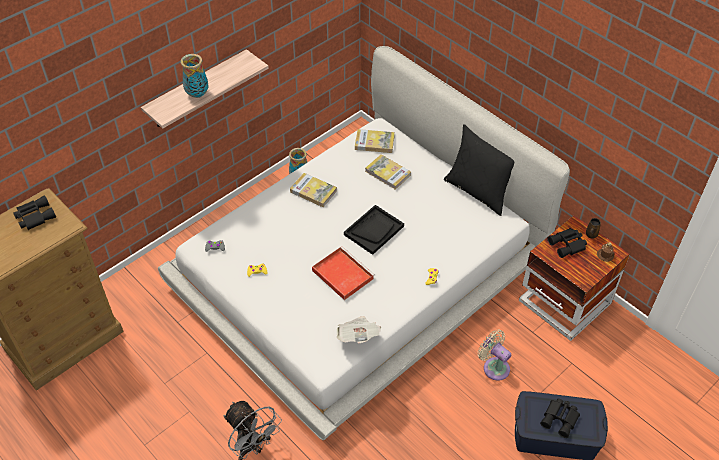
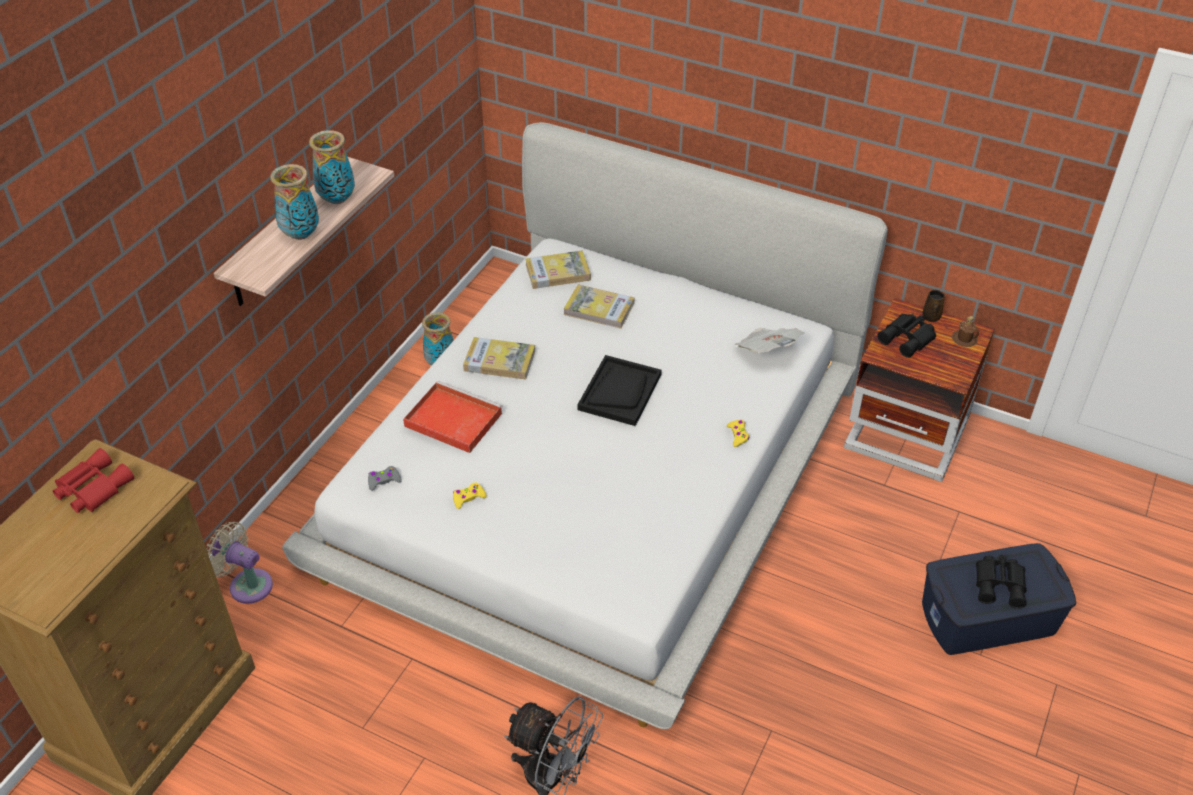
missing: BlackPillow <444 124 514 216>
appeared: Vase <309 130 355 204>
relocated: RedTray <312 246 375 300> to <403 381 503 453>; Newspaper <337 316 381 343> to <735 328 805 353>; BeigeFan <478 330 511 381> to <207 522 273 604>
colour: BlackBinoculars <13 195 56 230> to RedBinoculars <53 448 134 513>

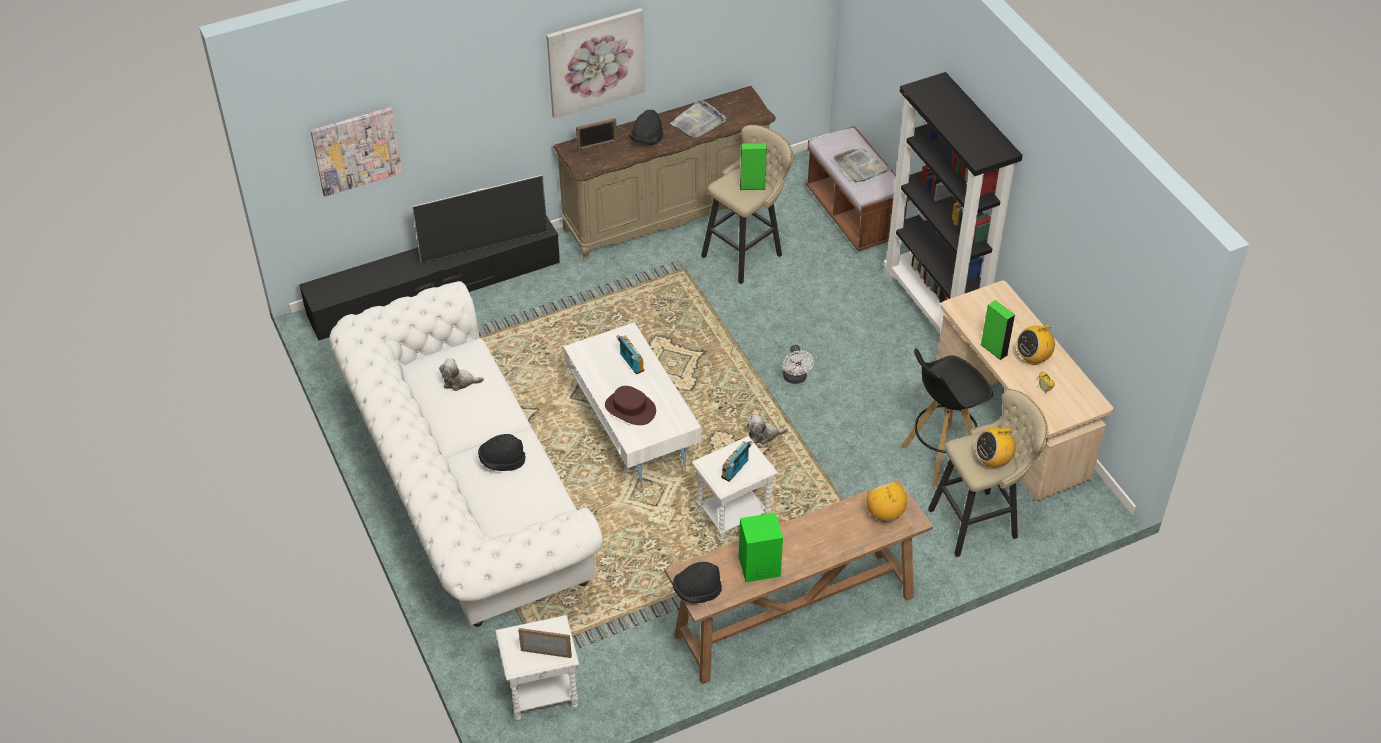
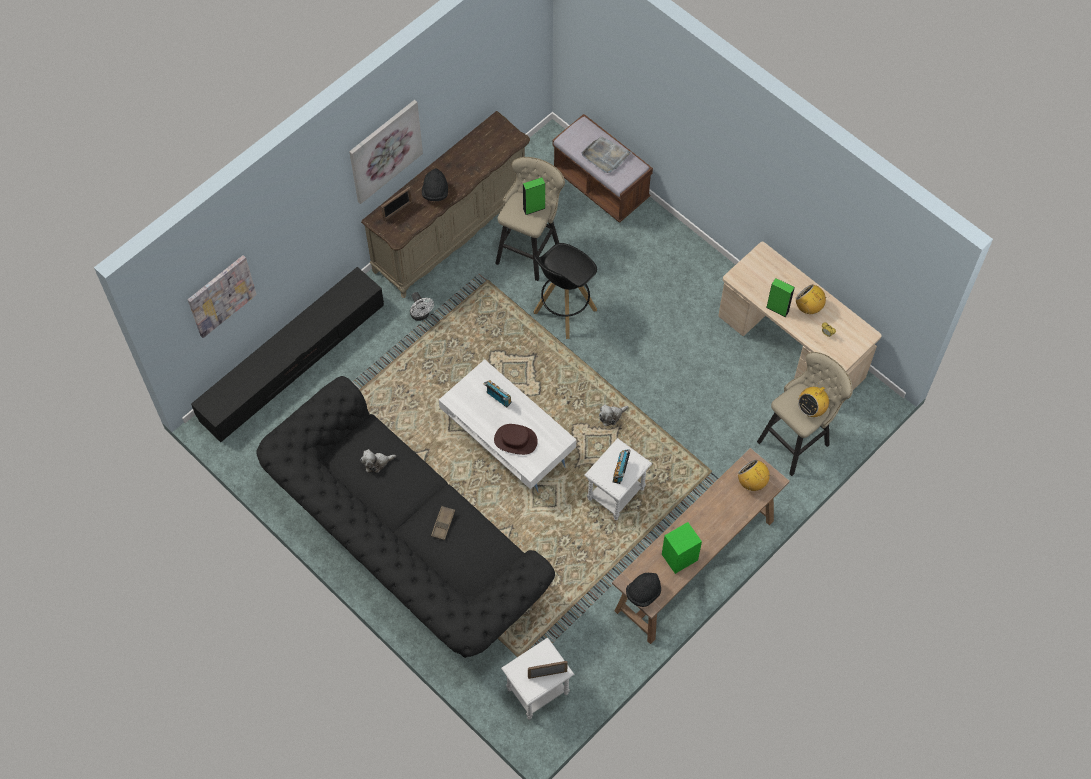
missing: Television <412 175 547 263>; GreyTray <670 99 726 139>; BlackBookcase <883 72 1023 334>
relocated: WhiteFan <782 345 814 384> to <410 292 434 321>; BlackStool <902 348 993 486> to <534 243 597 339>
exchanged: BlackHat <478 434 526 471> to BrownTray <431 506 455 540>
colour: WhiteSofa <329 281 603 627> to BlackSofa <257 376 555 658>
spun: Radio <1016 320 1055 365> = <796 284 827 314> 90 degrees clockwise

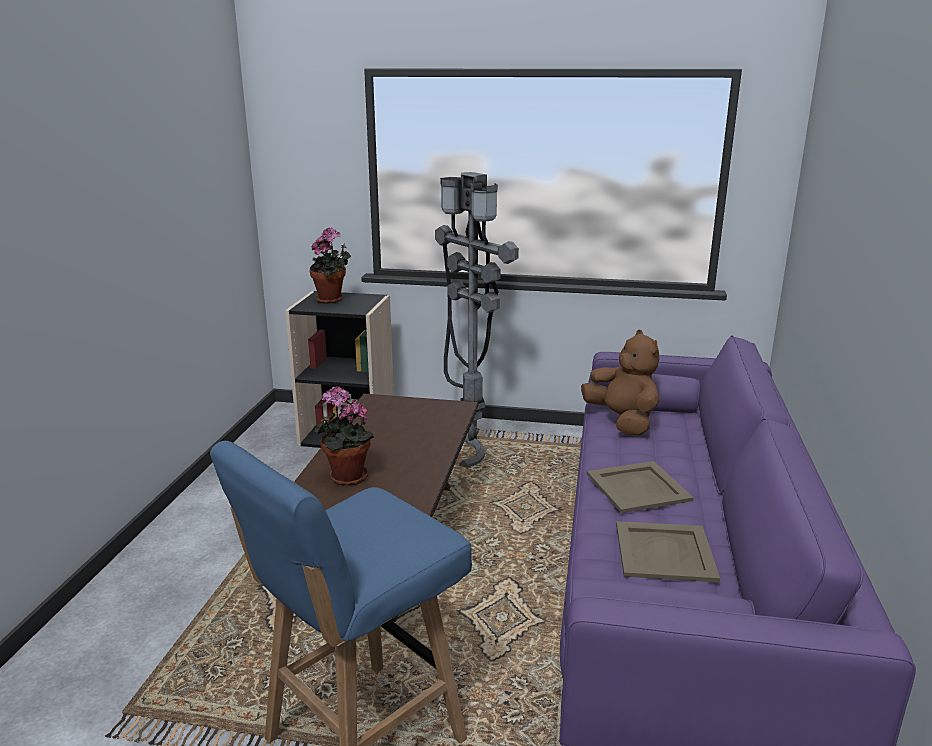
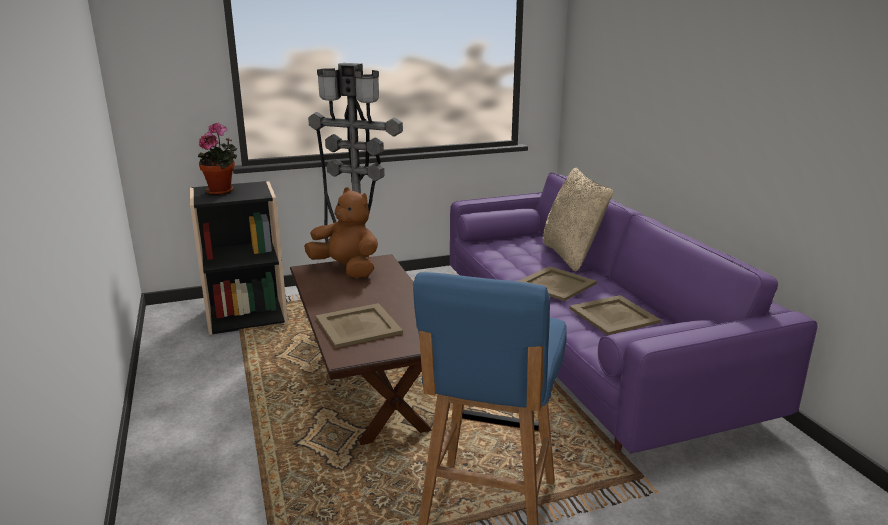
appeared: BeigePillow <542 168 614 271>
relocated: BrownPlushToy <581 330 659 436> to <304 187 378 278>
exchanged: PottedPlant <314 386 374 486> to BeigeTray <315 303 403 348>

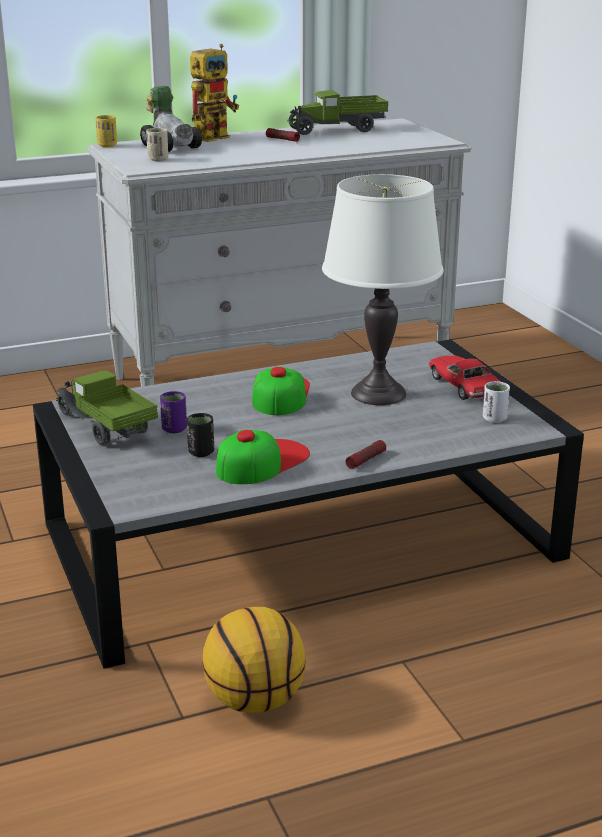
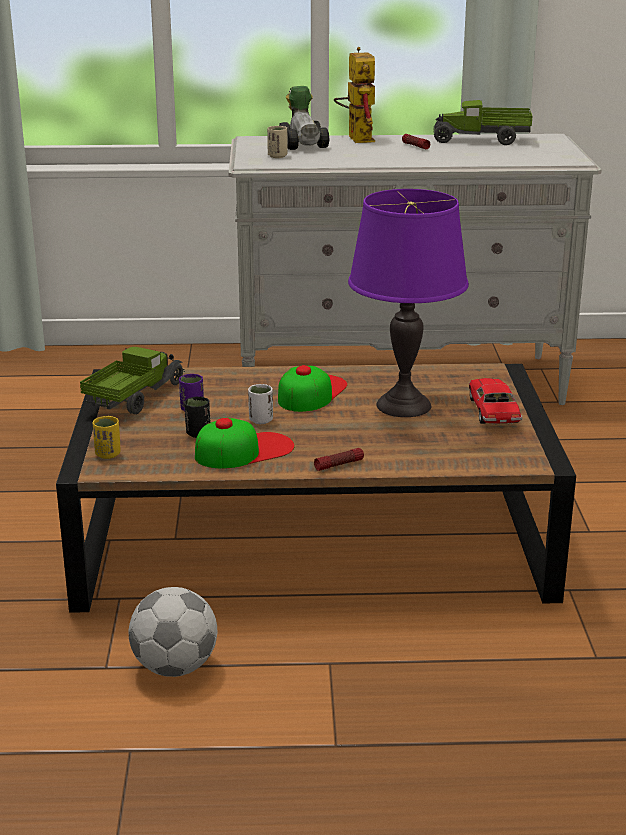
relocated: YellowCup <96 115 117 147> to <93 416 121 459>; WhiteCup <483 381 510 423> to <248 384 273 424>
exchanged: Basketball <203 607 306 713> to Football <128 587 218 677>
colour: GreyCoffeeTable <33 339 584 669> to BrownCoffeeTable <56 363 576 613>; WhiteTableLamp <322 174 444 405> to PurpleTableLamp <348 189 469 417>
spun: ToyTruck <56 370 158 445> = <80 347 185 414> 45 degrees clockwise; ToyRobot <190 44 239 142> = <334 47 375 143> 75 degrees counterclockwise

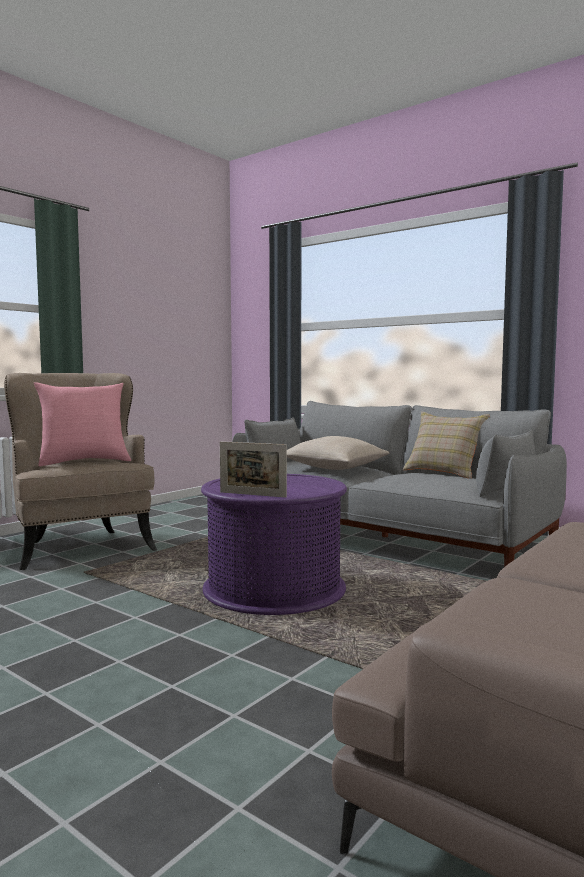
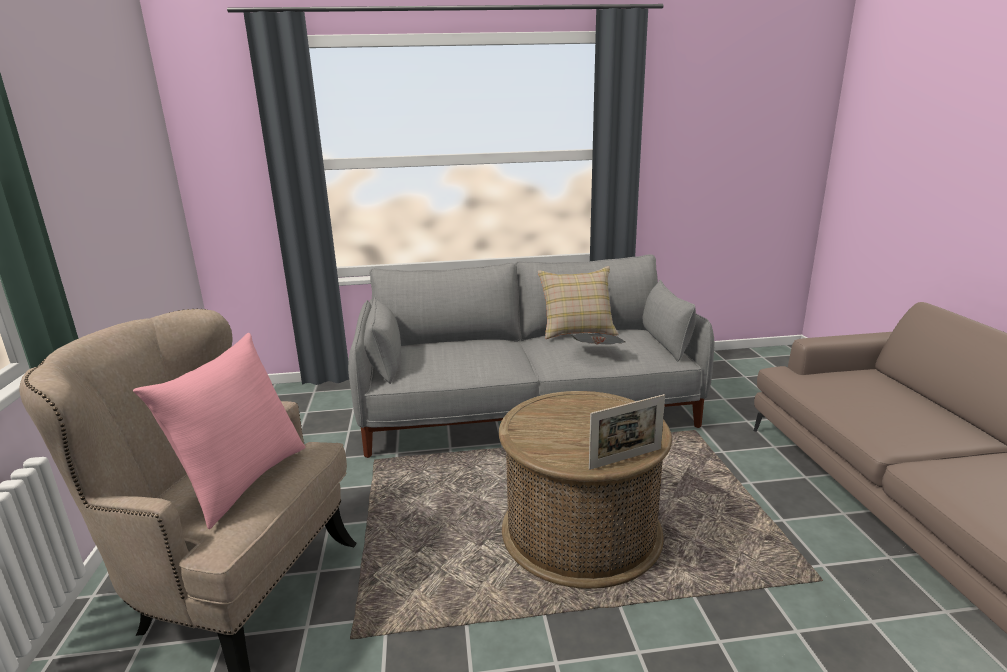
missing: BeigePillow <287 436 390 470>
appeared: Newspaper <570 333 625 345>
colour: PurpleCoffeeTable <201 474 347 615> to BrownCoffeeTable <499 391 672 589>

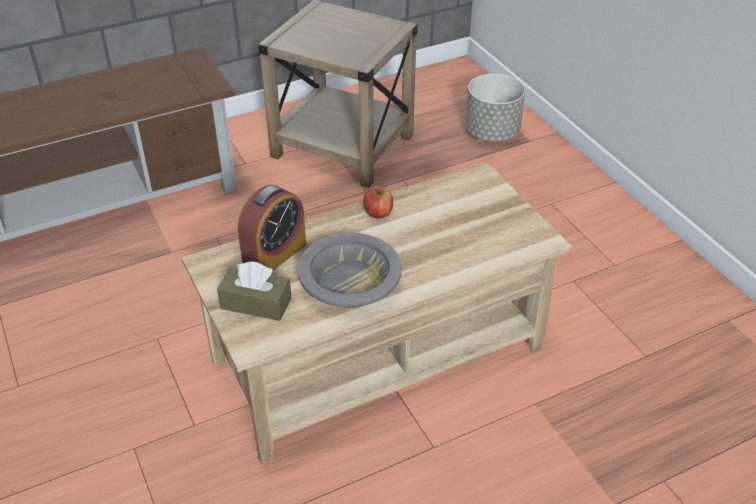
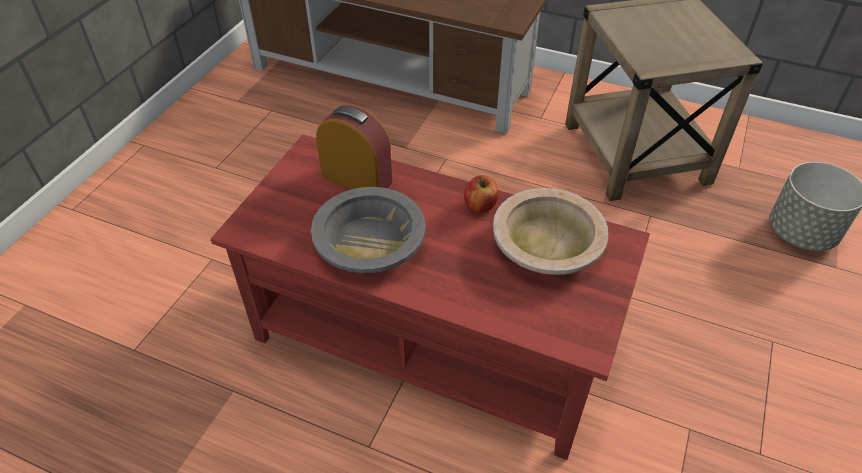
missing: BrownTissueBox <217 261 292 321>
appeared: BeigeBowl <493 188 609 275>
colour: BeigeCoffeeTable <182 162 571 464> to RedCoffeeTable <211 135 650 460>
spun: AlarmClock <238 185 306 271> = <316 105 393 189> 150 degrees counterclockwise

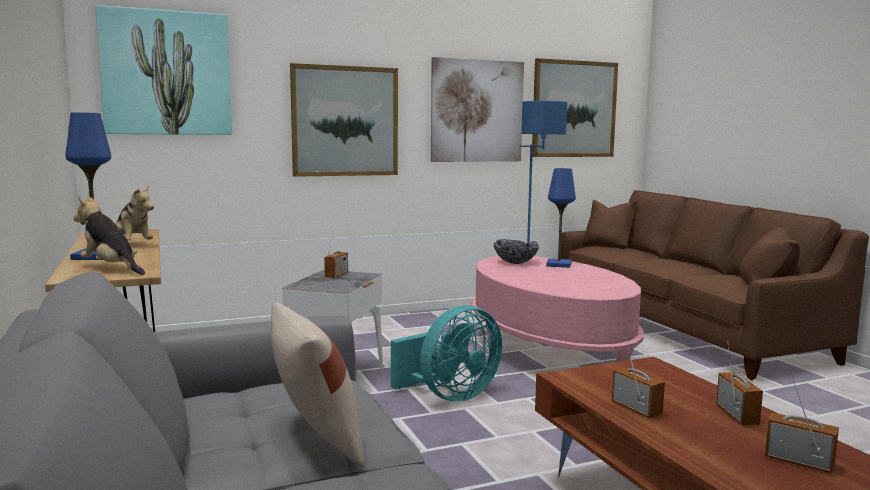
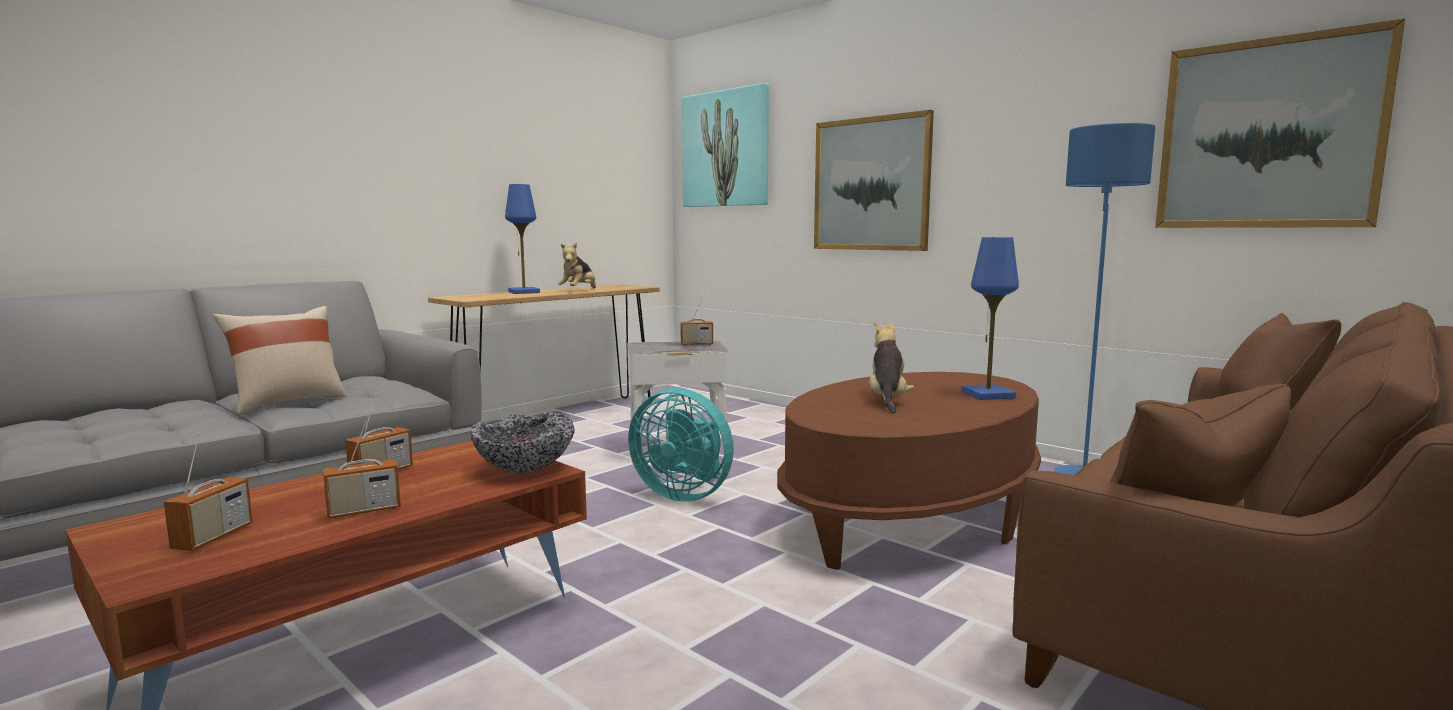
missing: Picture <431 57 524 162>
relocated: PlushToy <73 196 145 275> to <869 322 914 414>; Bowl <494 239 539 264> to <471 412 575 473>
colour: PinkCoffeeTable <472 256 644 362> to BrownCoffeeTable <777 372 1041 570>

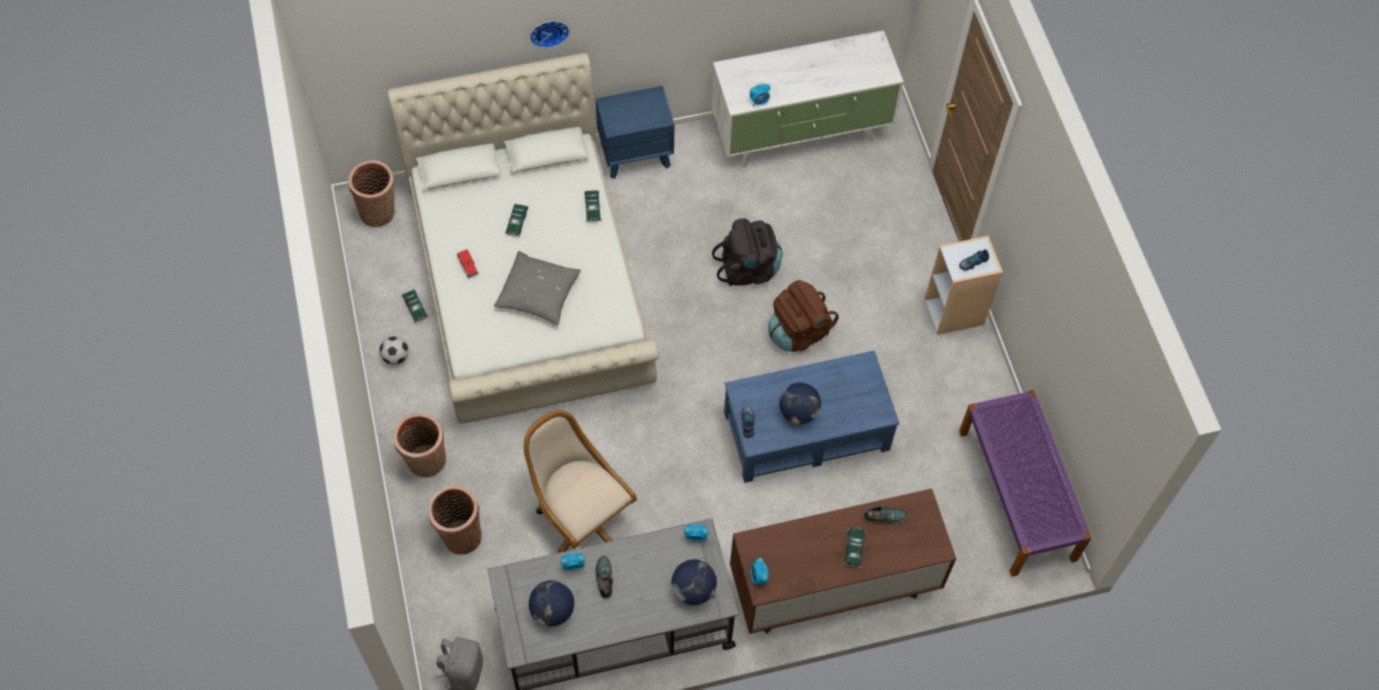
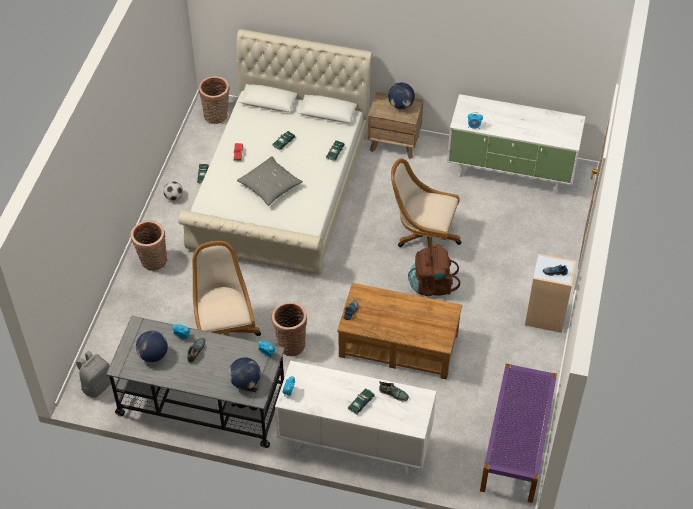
missing: WallClock <530 21 569 48>
relocated: Basket <428 485 482 555> to <272 302 307 356>; Globe <779 382 821 424> to <388 83 415 109>
exchanged: BlackBackpack <712 218 783 286> to OfficeChair <391 159 461 249>
colour: BlueNightstand <596 86 674 179> to BrownNightstand <368 92 423 159>; BlueCoffeeTable <724 350 900 483> to BrownCoffeeTable <337 283 462 380>; BrownDresser <730 488 956 634> to WhiteDresser <275 360 436 474>

